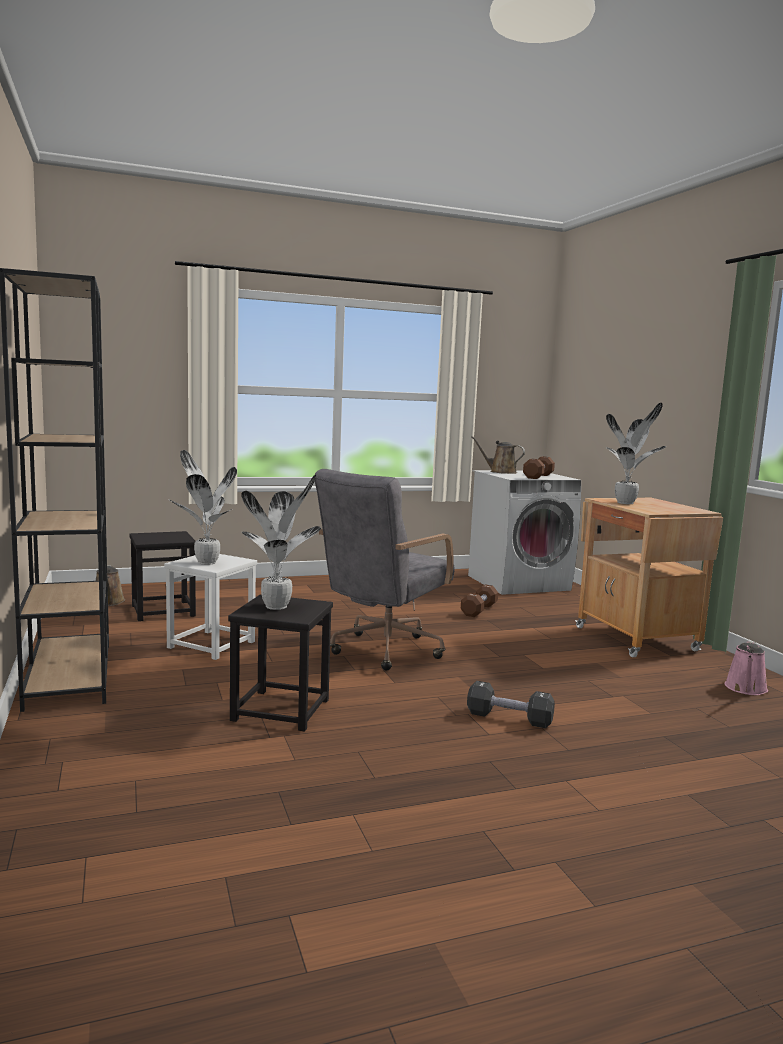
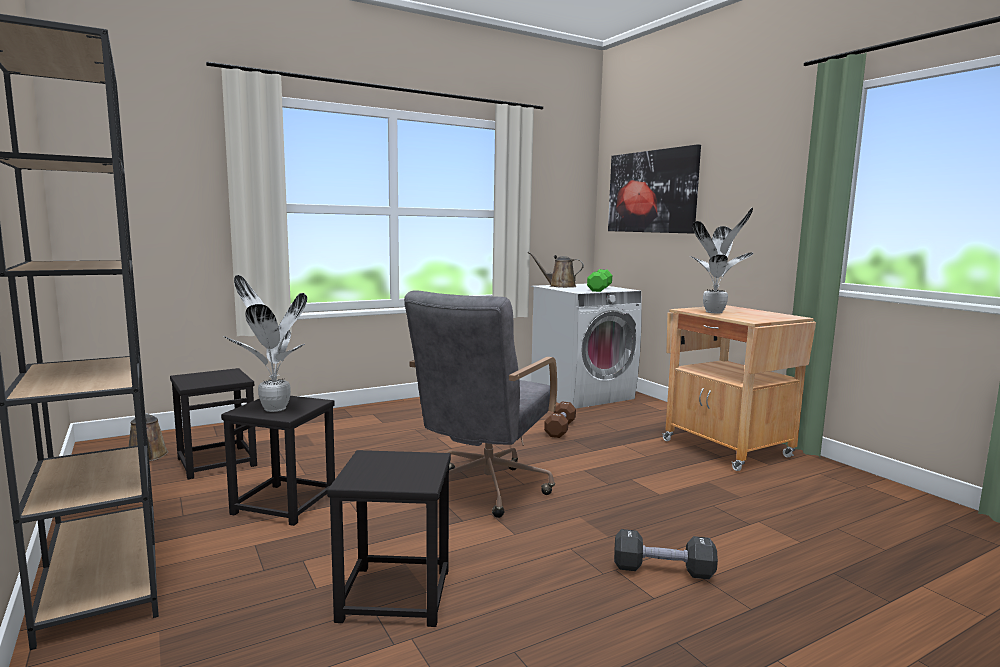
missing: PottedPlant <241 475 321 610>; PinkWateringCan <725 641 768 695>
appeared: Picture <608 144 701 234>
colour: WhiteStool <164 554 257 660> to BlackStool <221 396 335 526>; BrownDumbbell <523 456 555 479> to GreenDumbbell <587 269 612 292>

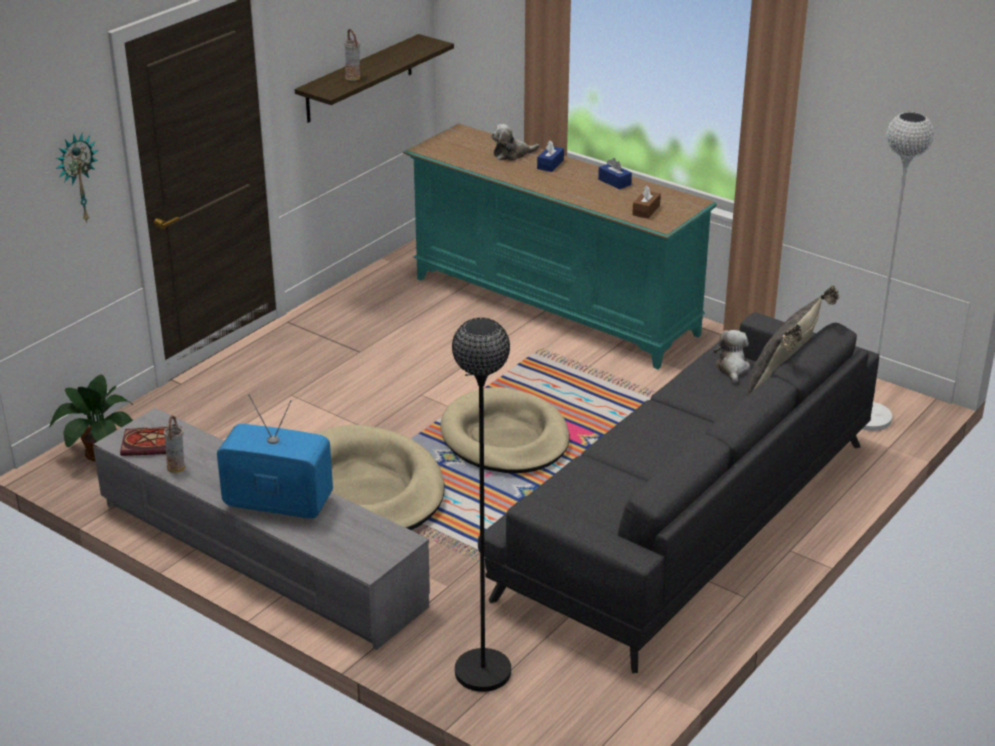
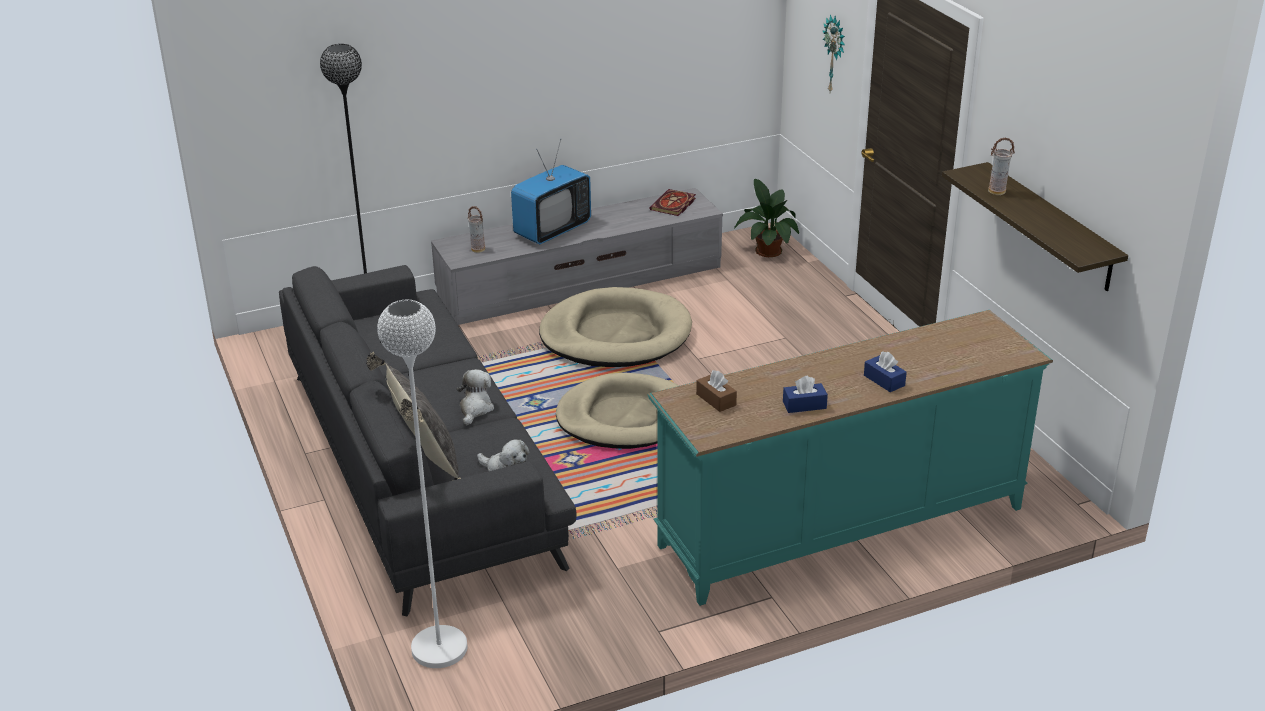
relocated: Vase <164 415 185 473> to <468 206 486 253>; PlushToy <491 124 540 160> to <457 369 494 425>

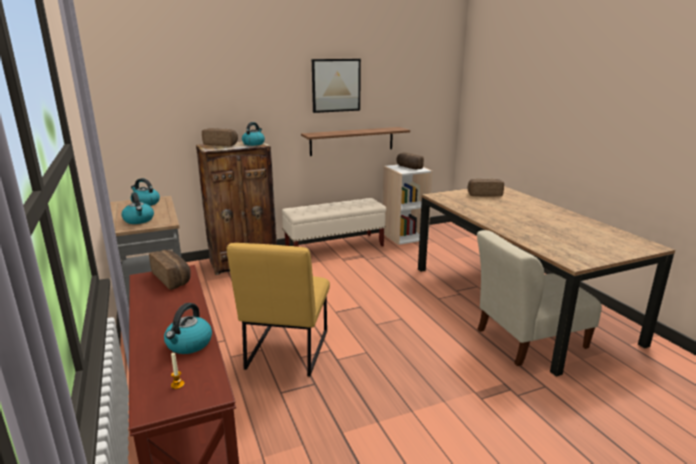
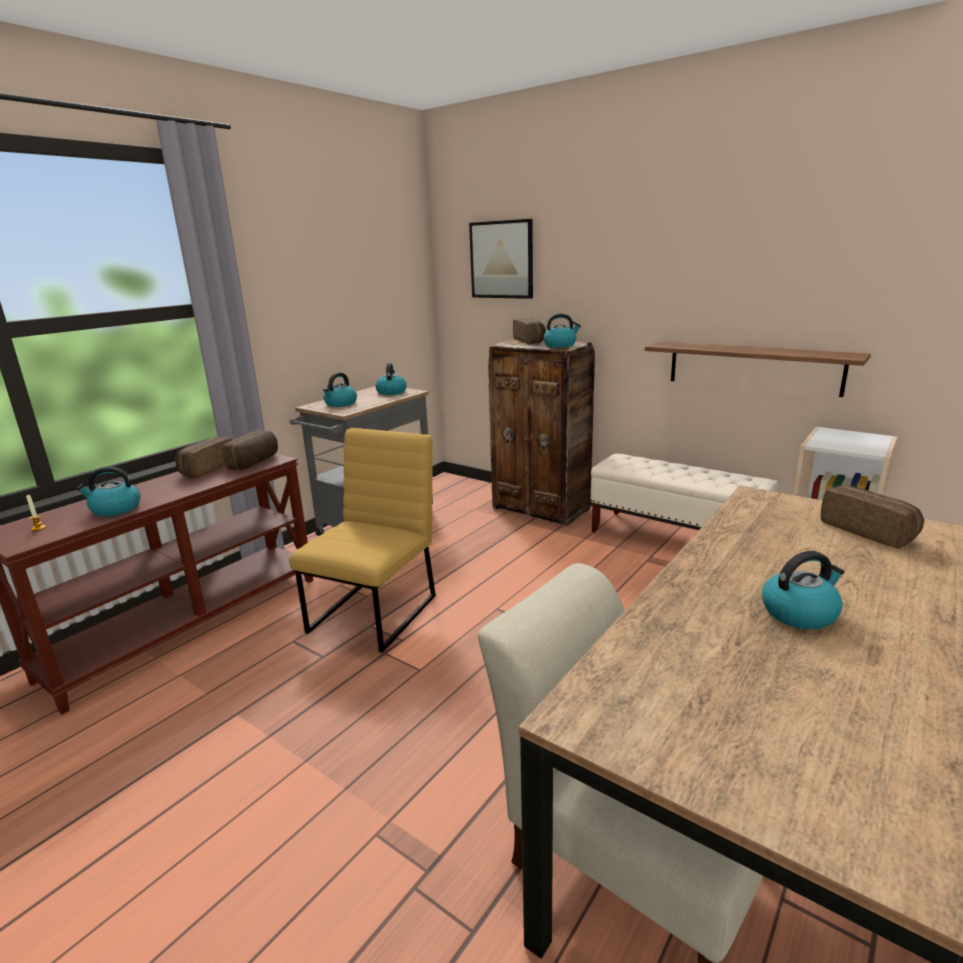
appeared: Kettle <762 551 844 629>
relocated: Picture <312 59 361 113> to <469 219 533 299>; Bread <397 152 424 169> to <175 437 232 478>
spun: YellowChair <227 243 330 376> = <289 428 436 653> 135 degrees clockwise

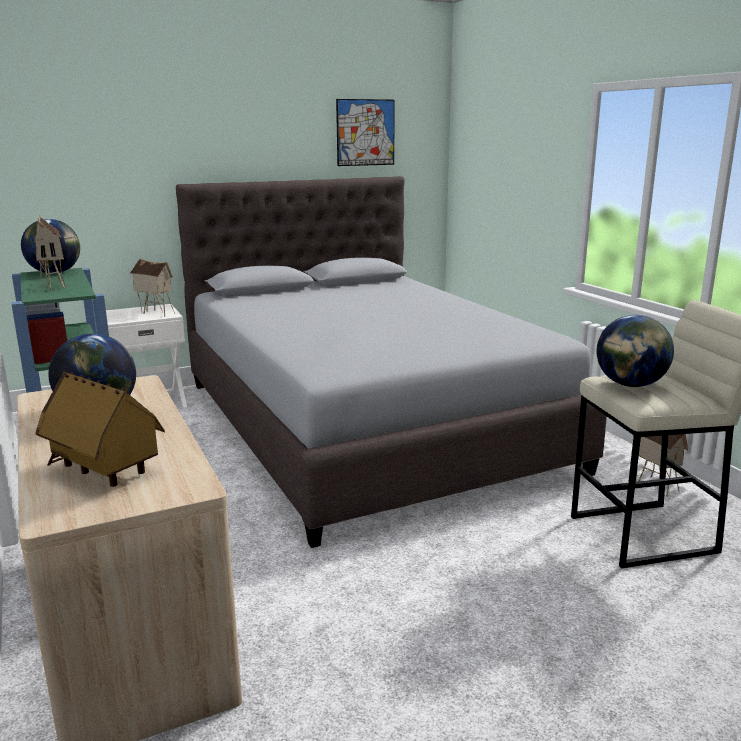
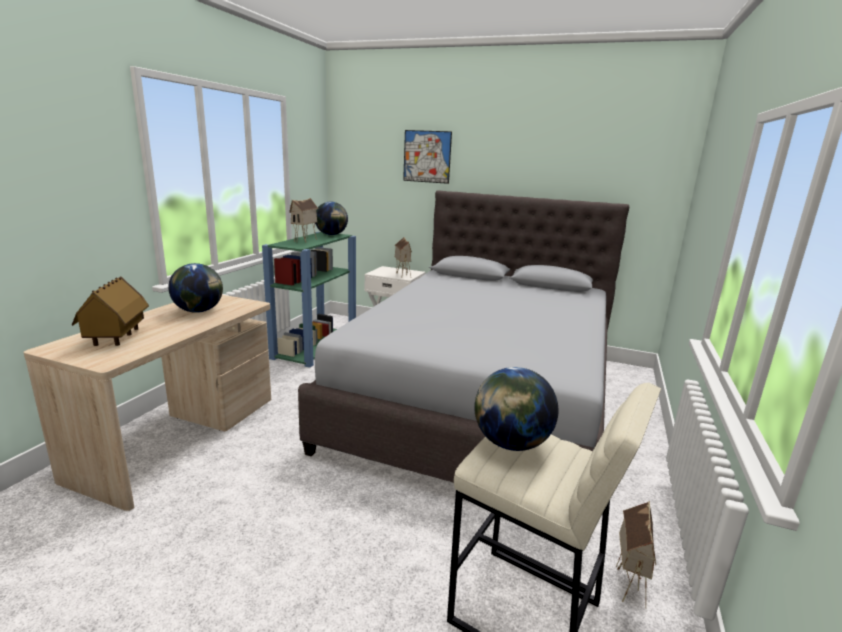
relocated: Picture <336 99 395 166> to <403 130 452 184>

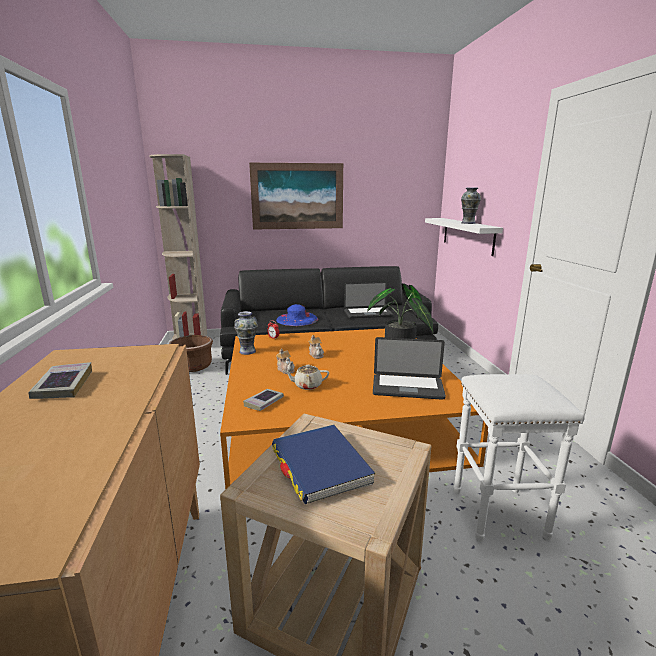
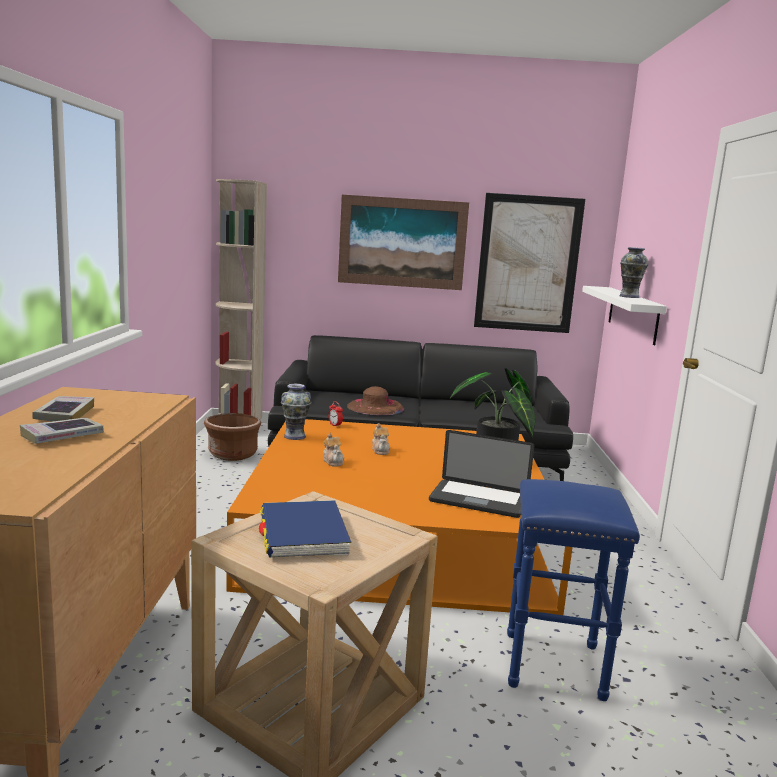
missing: BeigeTeapot <284 365 329 390>; Laptop <344 282 393 319>
appeared: Picture <474 193 585 333>
relocated: Book <243 389 284 411> to <20 418 104 444>
colour: BlueHat <276 304 318 326> to BrownHat <347 386 404 415>; WhiteStool <453 374 584 542> to BlueStool <507 479 640 701>

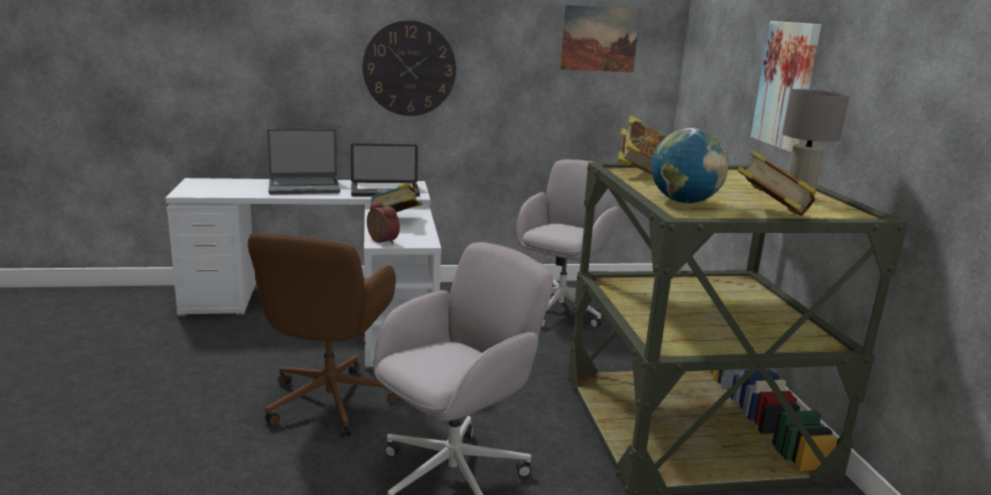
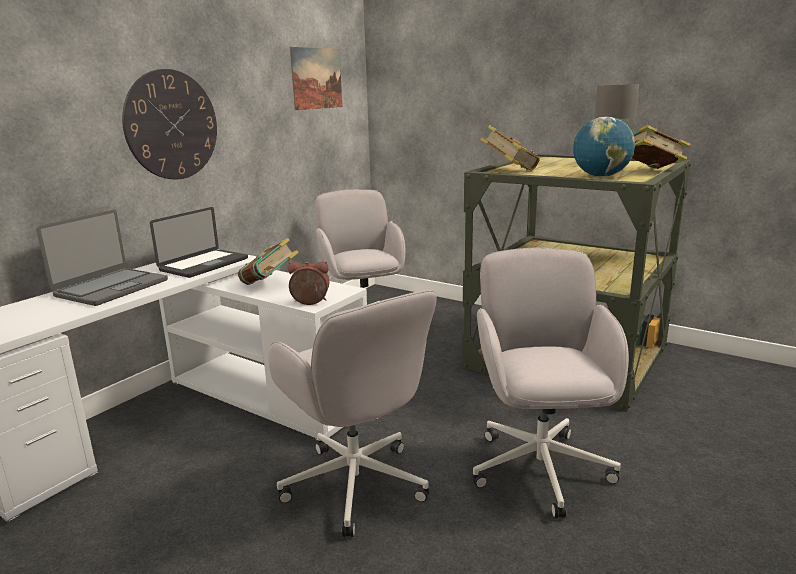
missing: Picture <751 21 821 152>
colour: BrownOfficeChair <248 233 399 437> to GreyOfficeChair <268 290 437 537>

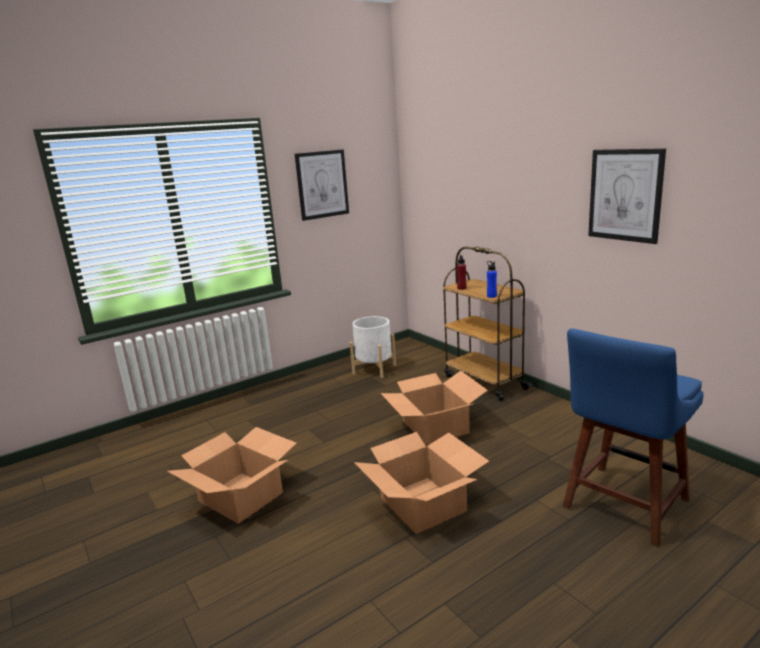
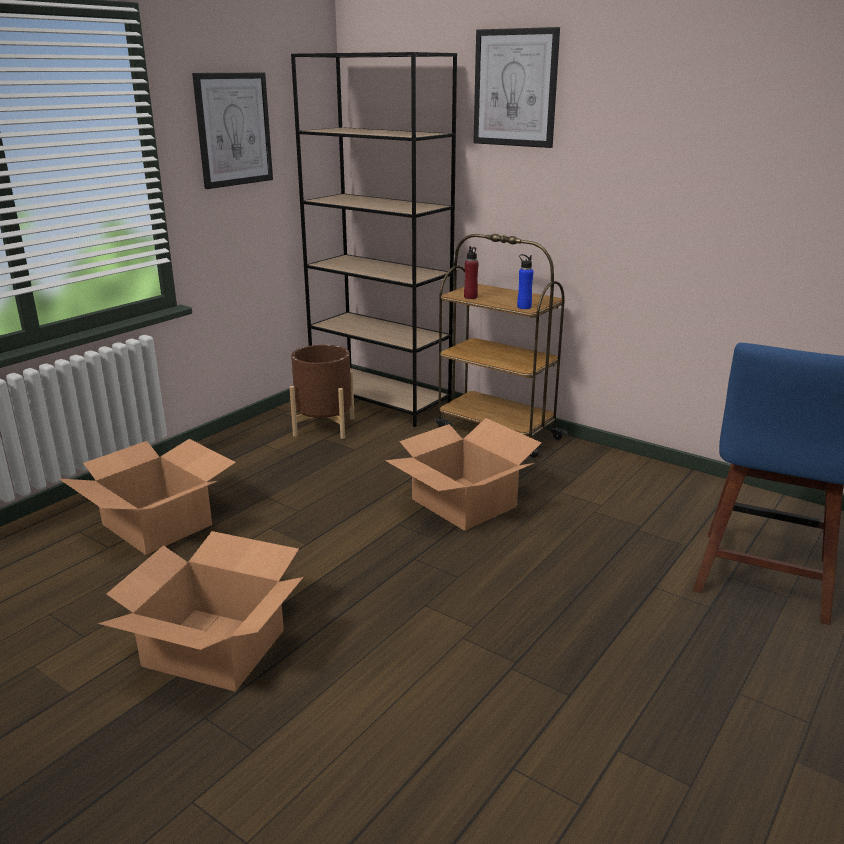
appeared: BeigeBookcase <291 52 457 427>
relocated: CardboardBox <354 432 489 534> to <60 439 236 555>; Picture <588 148 666 244> to <473 27 560 148>
colour: WhitePlanter <350 316 396 378> to BrownPlanter <290 345 355 439>

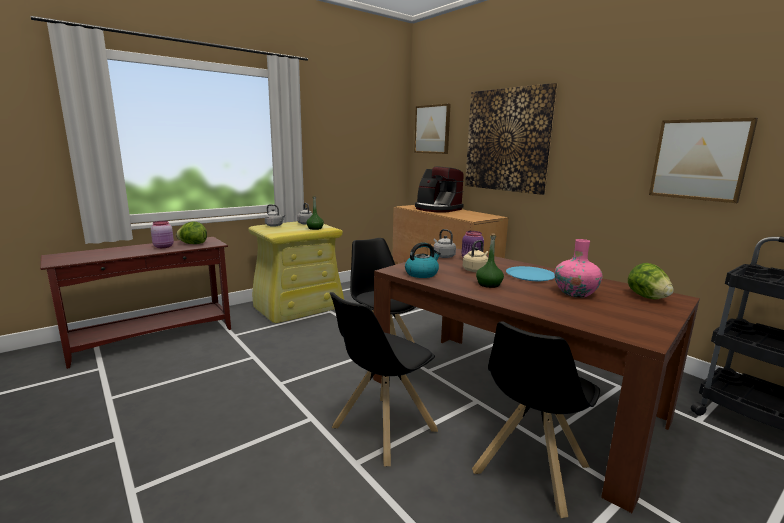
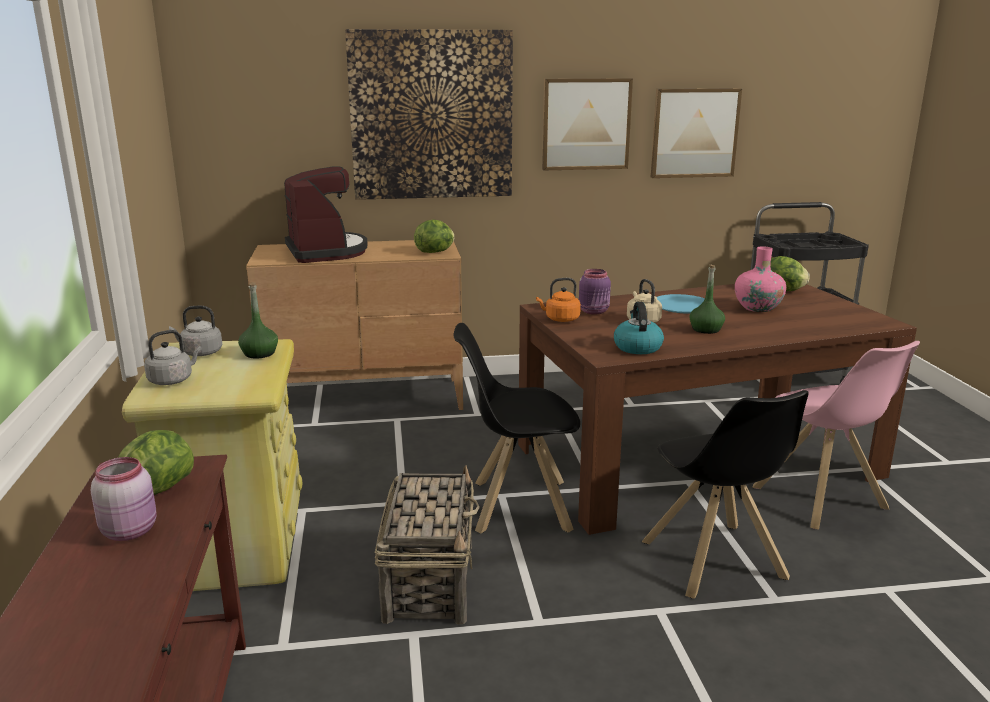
appeared: Basket <375 465 480 624>; Lettuce <414 220 455 253>
relocated: Picture <414 104 451 154> to <542 78 633 170>
colour: GreyKettle <433 229 456 258> to OrangeKettle <536 278 581 322>; BlackChair <472 321 600 518> to PinkChair <752 341 920 530>
spun: CoffeeMachine <415 167 464 213> = <284 166 368 263> 90 degrees counterclockwise

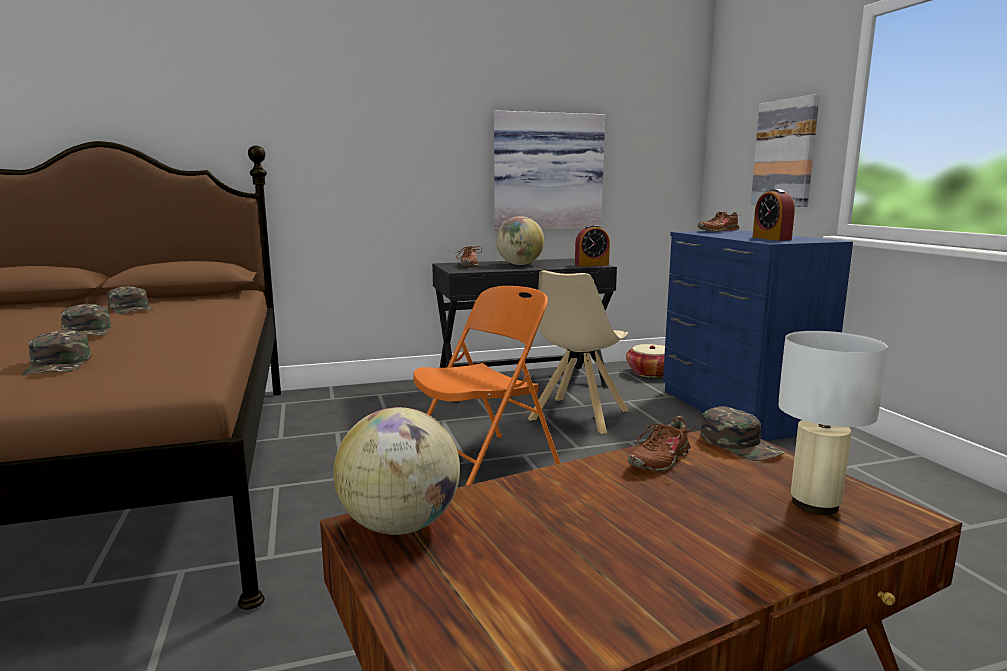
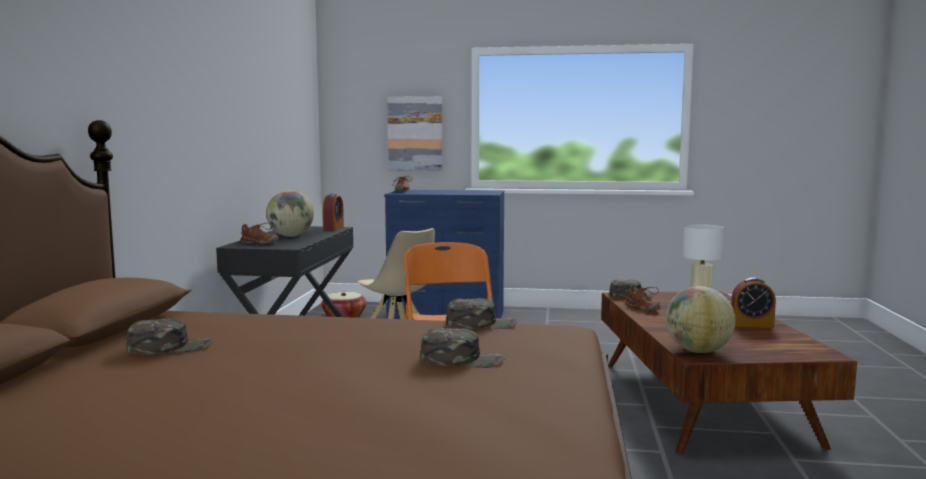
missing: Picture <494 110 605 231>
relocated: GreenCap <61 304 111 335> to <446 298 517 329>; AlarmClock <753 189 795 241> to <731 278 776 328>

